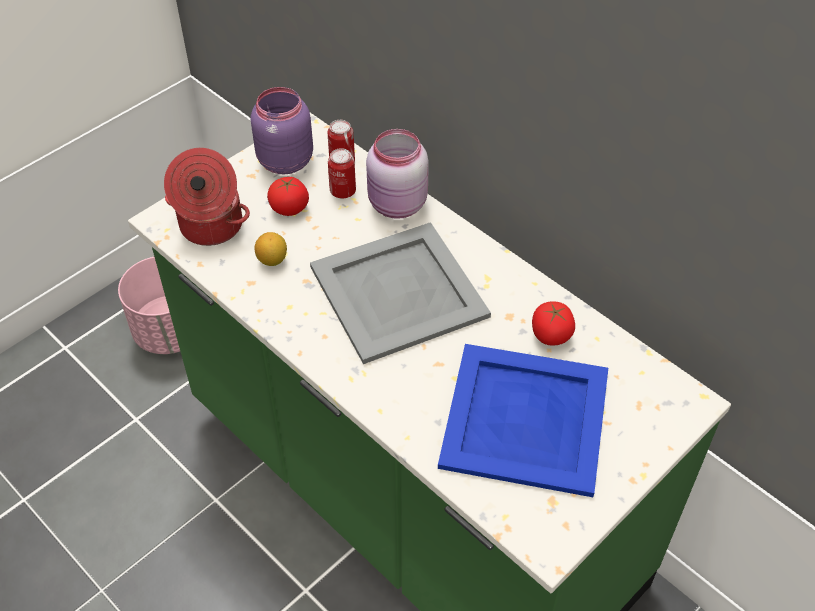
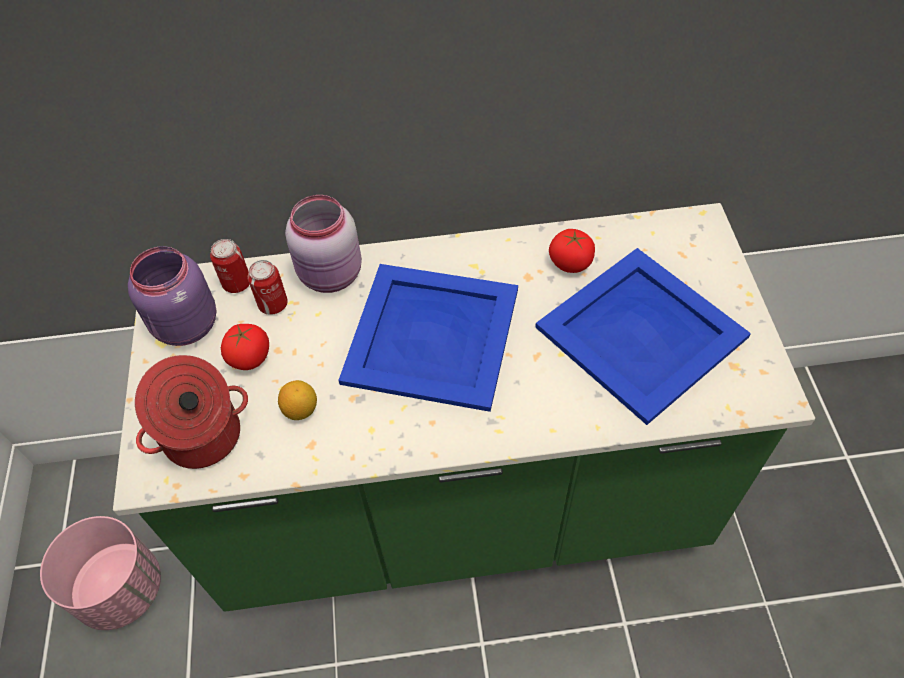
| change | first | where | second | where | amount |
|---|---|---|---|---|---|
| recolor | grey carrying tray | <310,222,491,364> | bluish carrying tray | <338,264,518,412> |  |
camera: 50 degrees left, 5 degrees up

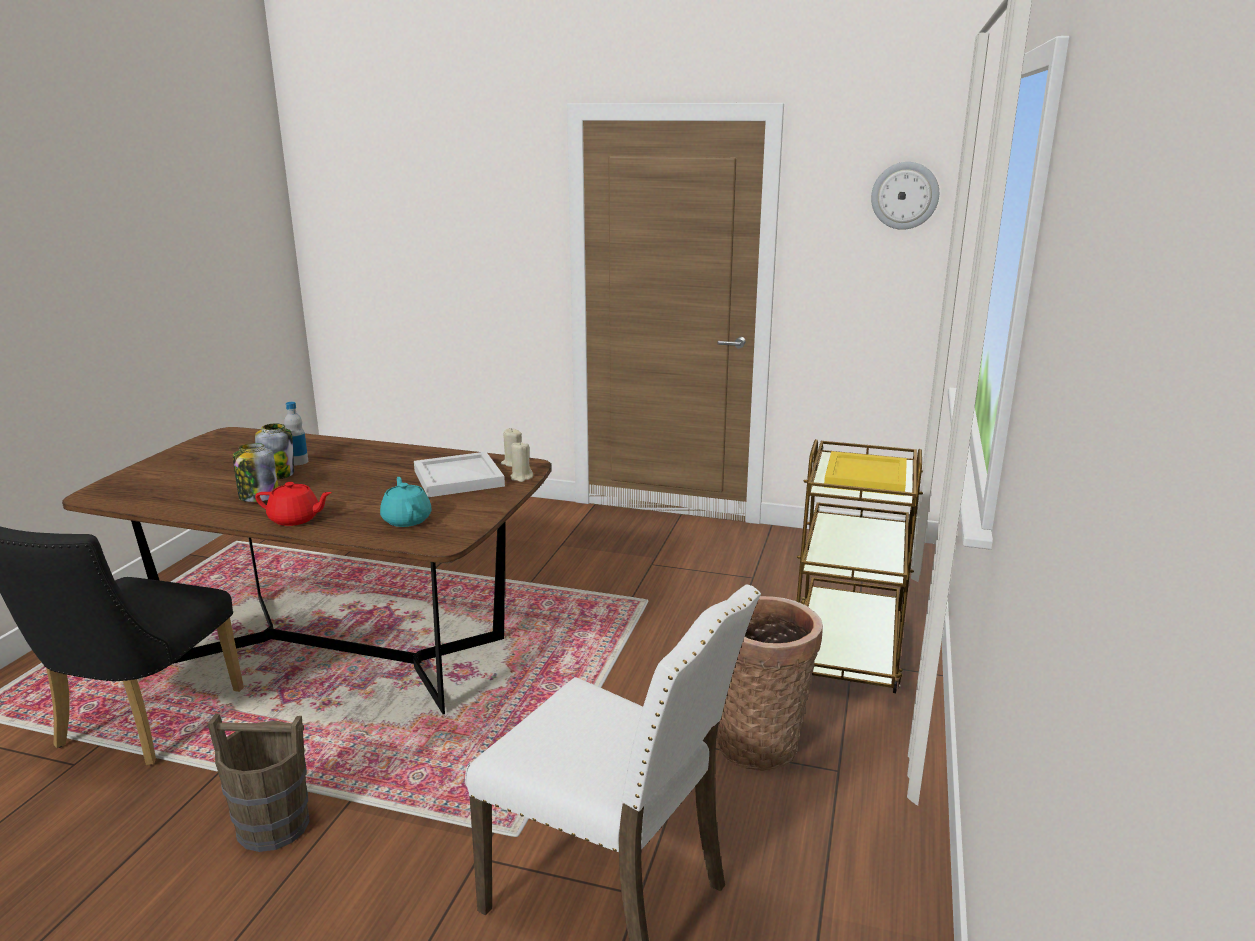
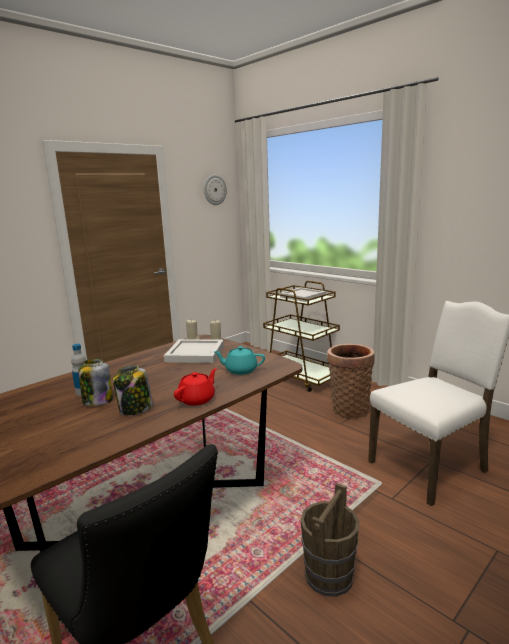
| change | first | where | second | where | amount |
|---|---|---|---|---|---|
| recolor | yellow-coloured carrying tray | <824,451,907,496> | white carrying tray | <280,287,326,302> |  |
camera: 60 degrees left, 5 degrees down

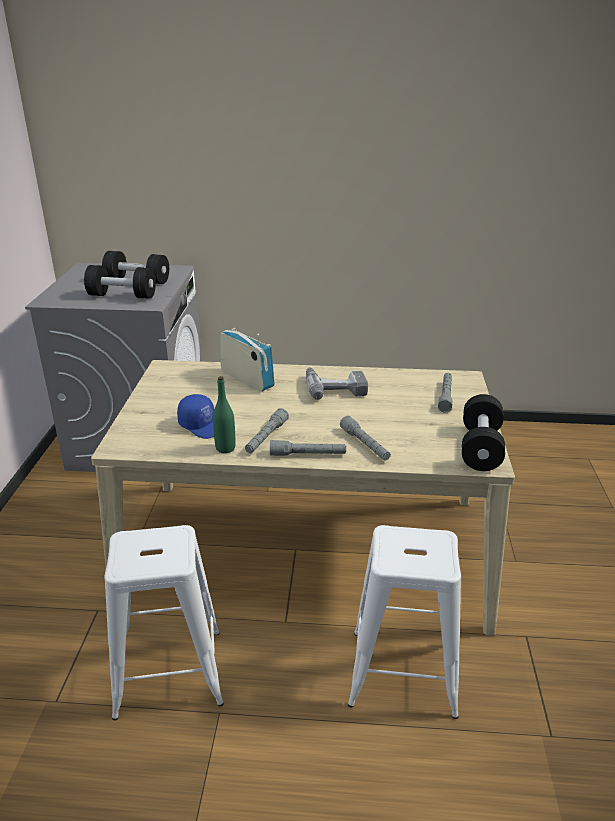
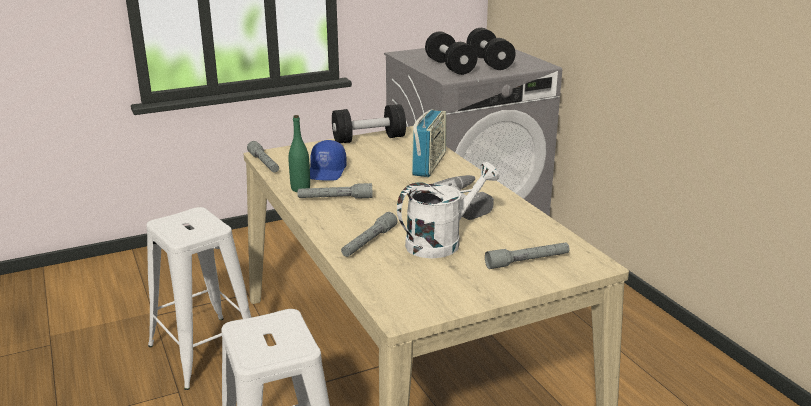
| change | first | where | second | where | amount |
|---|---|---|---|---|---|
| move | grey hand torch | <270,440,346,456> |  | <247,141,279,172> |  |
| move | black hand weight | <462,394,505,471> |  | <332,104,406,143> |  |
| insert |  |  | white watering pot | <397,162,499,258> |  |
camera: 60 degrees right, 5 degrees down

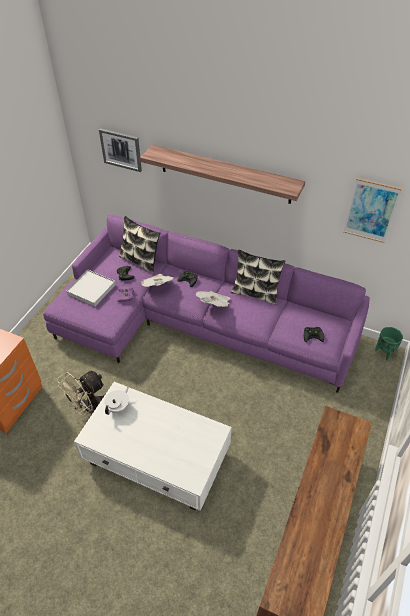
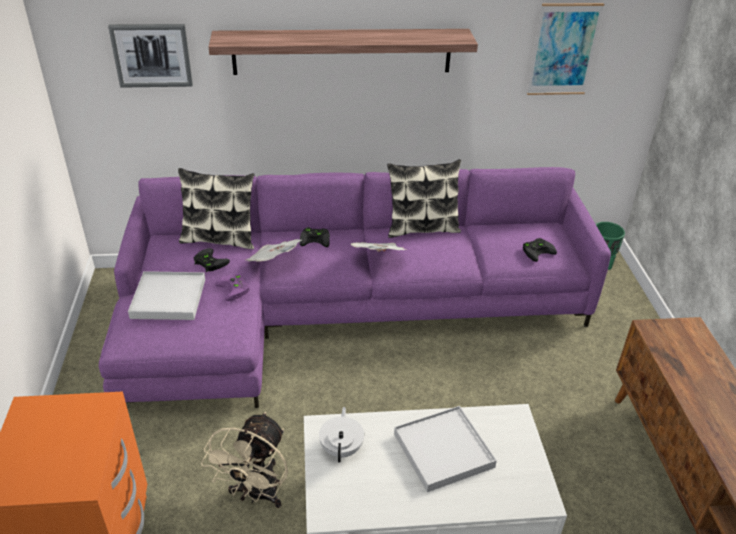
| change | first | where | second | where | amount |
|---|---|---|---|---|---|
| insert |  |  | white carrying tray | <394,406,497,492> |  |
camera: 30 degrees left, 10 degrees down

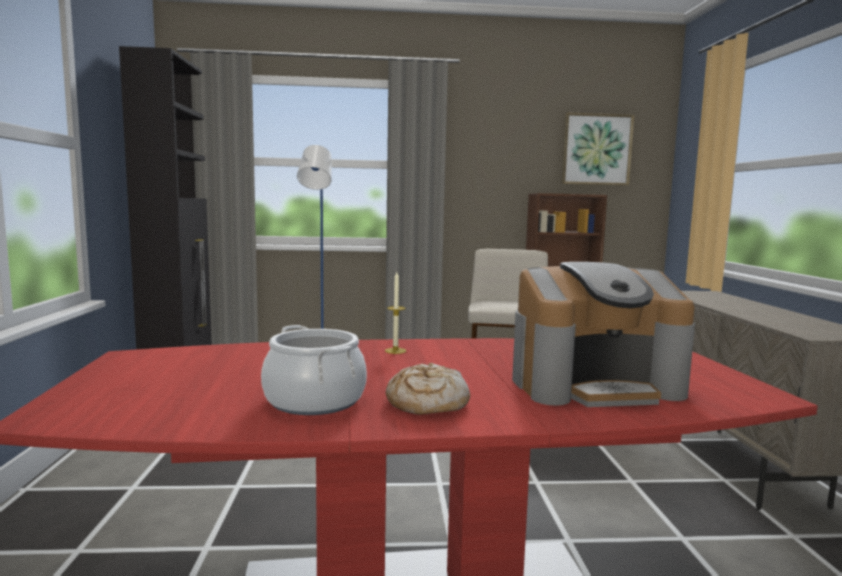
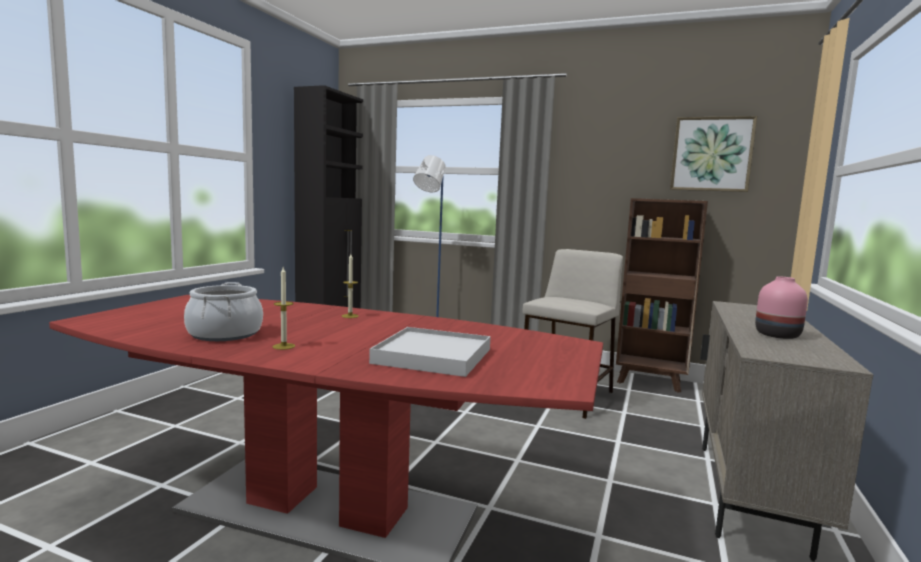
| change | first | where | second | where | amount |
|---|---|---|---|---|---|
| replace | bread | <386,363,470,415> | wax light | <273,267,295,350> |  |
| replace | coffee maker | <512,262,695,407> | white carrying tray | <369,327,491,377> |  |
| insert |  |  | pink-coloured flower vase | <755,276,808,339> |  |
camera: 25 degrees right, 0 degrees up

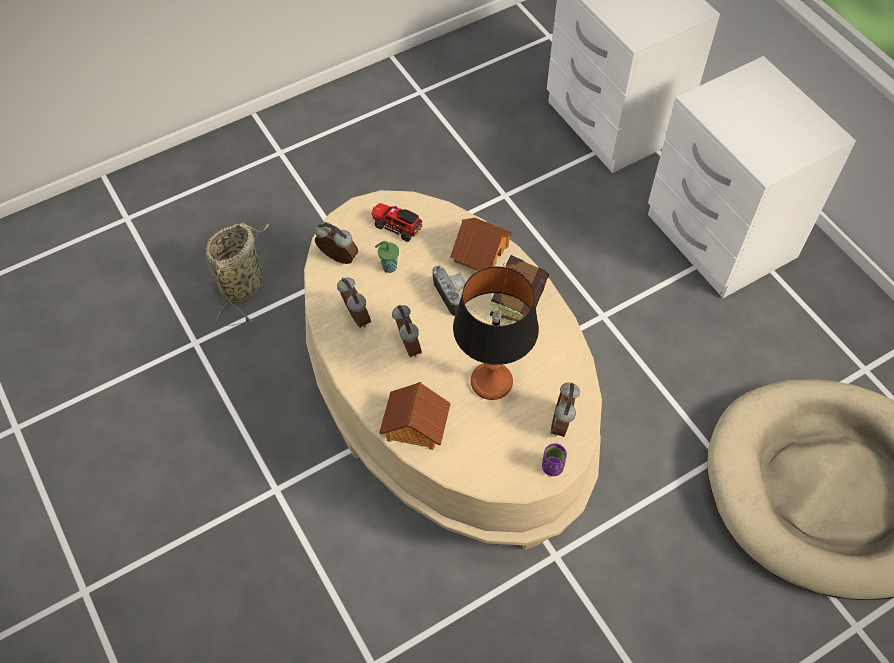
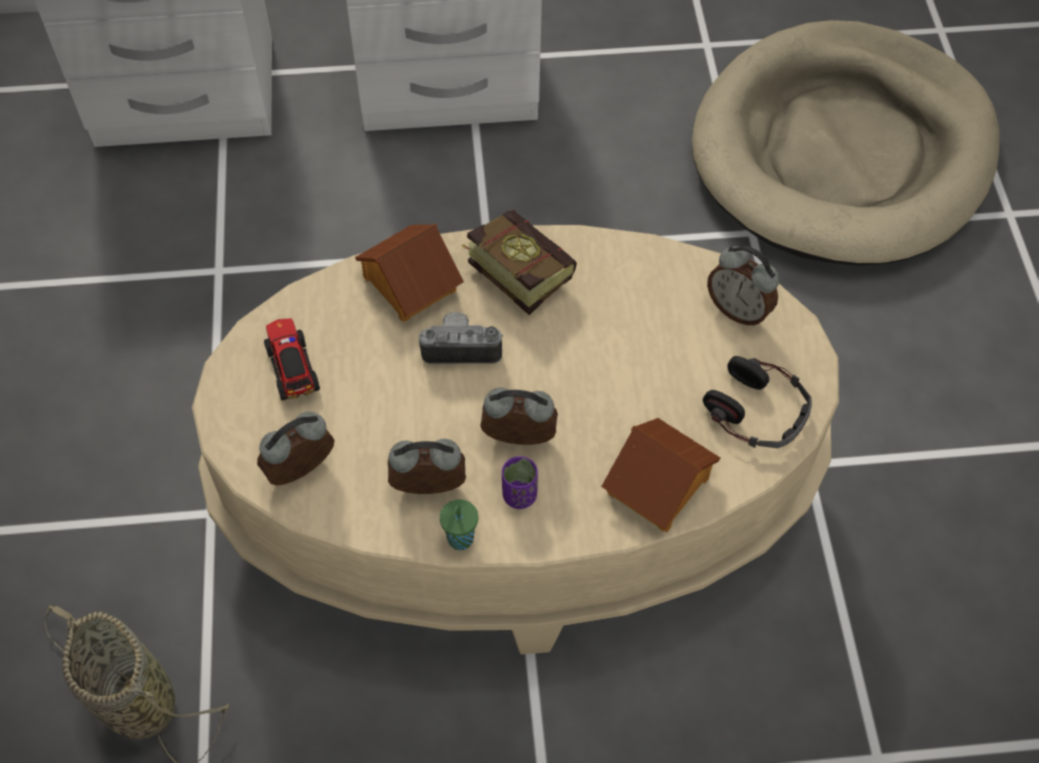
| change | first | where | second | where | amount |
|---|---|---|---|---|---|
| rotate | model truck | <371,203,423,242> |  | <264,319,320,401> | 105 degrees clockwise |
| move | green small cup | <375,241,399,273> |  | <440,499,478,550> |  |
| move | purplish small cup | <542,443,567,476> |  | <502,456,538,509> |  |
| insert |  |  | pair of headphones | <703,356,812,448> |  |
| delete | tabletop lamp | <453,266,539,400> |  |  |  |
camera: 65 degrees left, 0 degrees up

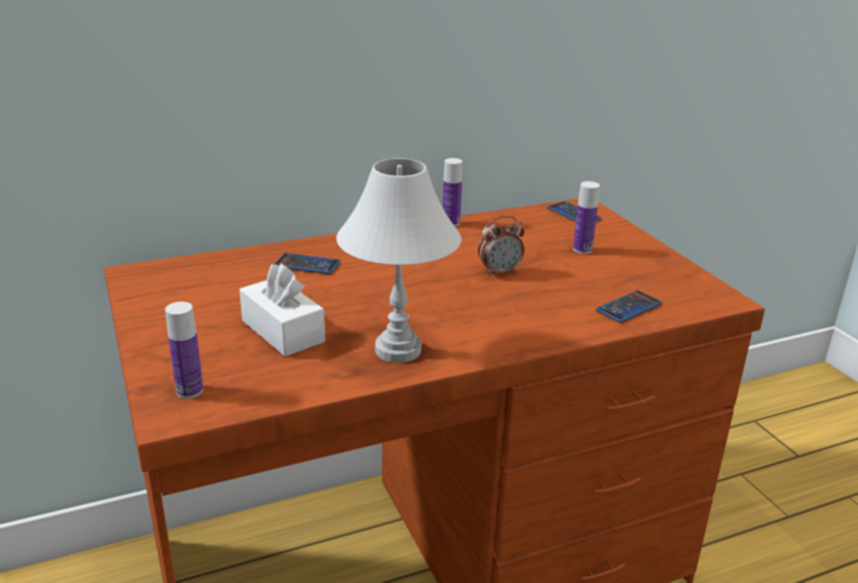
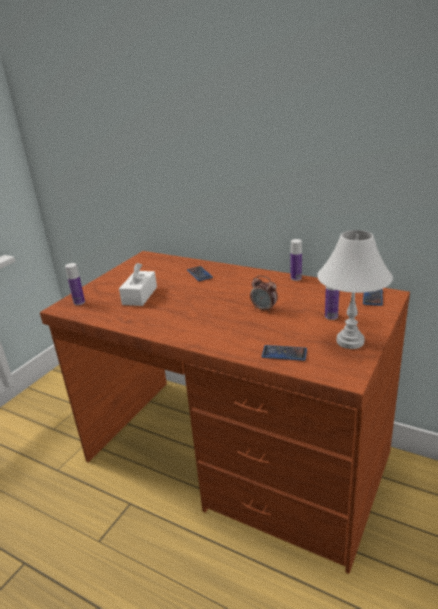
| change | first | where | second | where | amount |
|---|---|---|---|---|---|
| move | white tabletop lamp | <336,158,461,363> |  | <317,230,393,349> |  |
camera: 55 degrees right, 0 degrees up

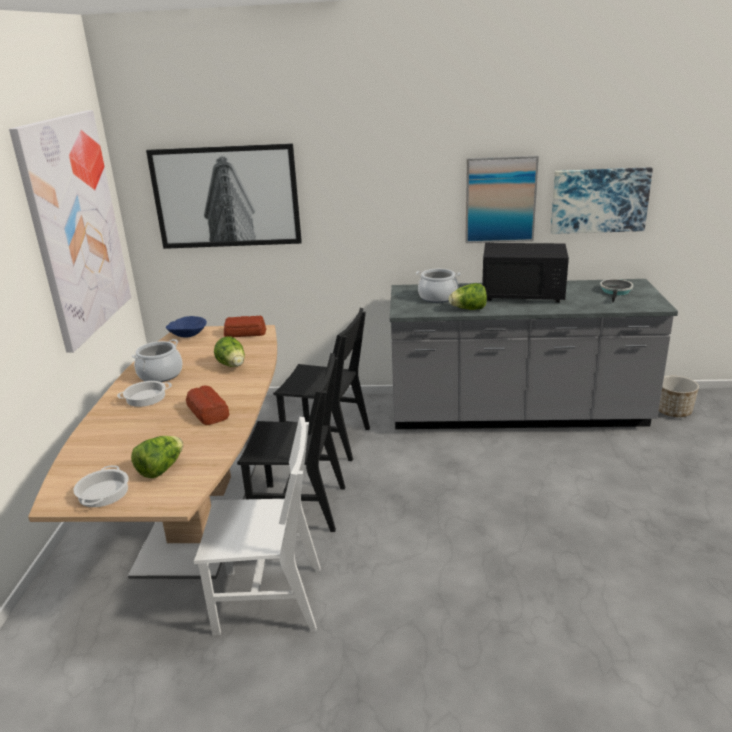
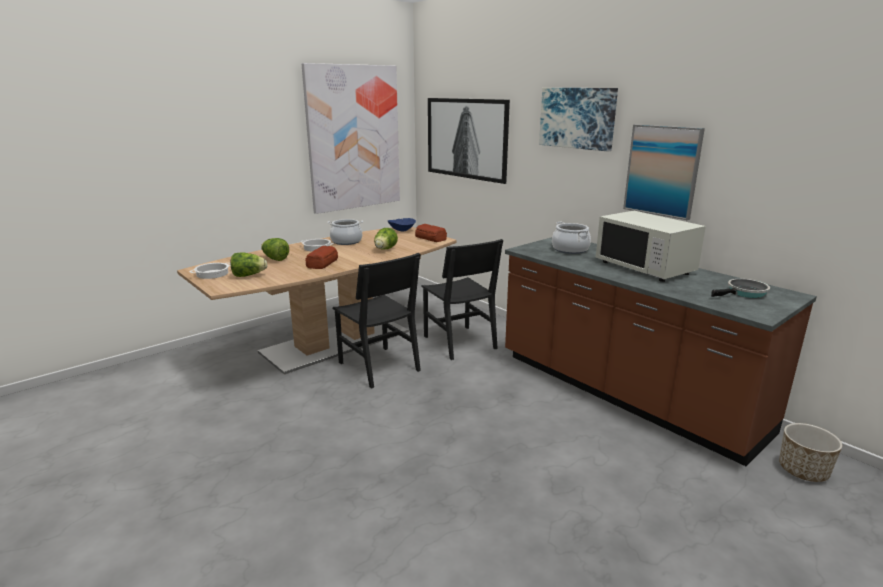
| change | first | where | second | where | amount |
|---|---|---|---|---|---|
| move | lettuce | <449,283,487,310> |  | <261,238,289,261> |  |
| recolor | grey kitchen counter | <390,279,678,429> | brownish kitchen counter | <505,237,817,466> |  |
| move | wall art | <550,167,653,234> |  | <539,88,618,152> |  |
| recolor | black microwave oven | <482,243,569,302> | white microwave oven | <596,211,706,282> |  |
| delete | white plain chair | <194,417,321,635> |  |  |  |
camera: 45 degrees right, 5 degrees down

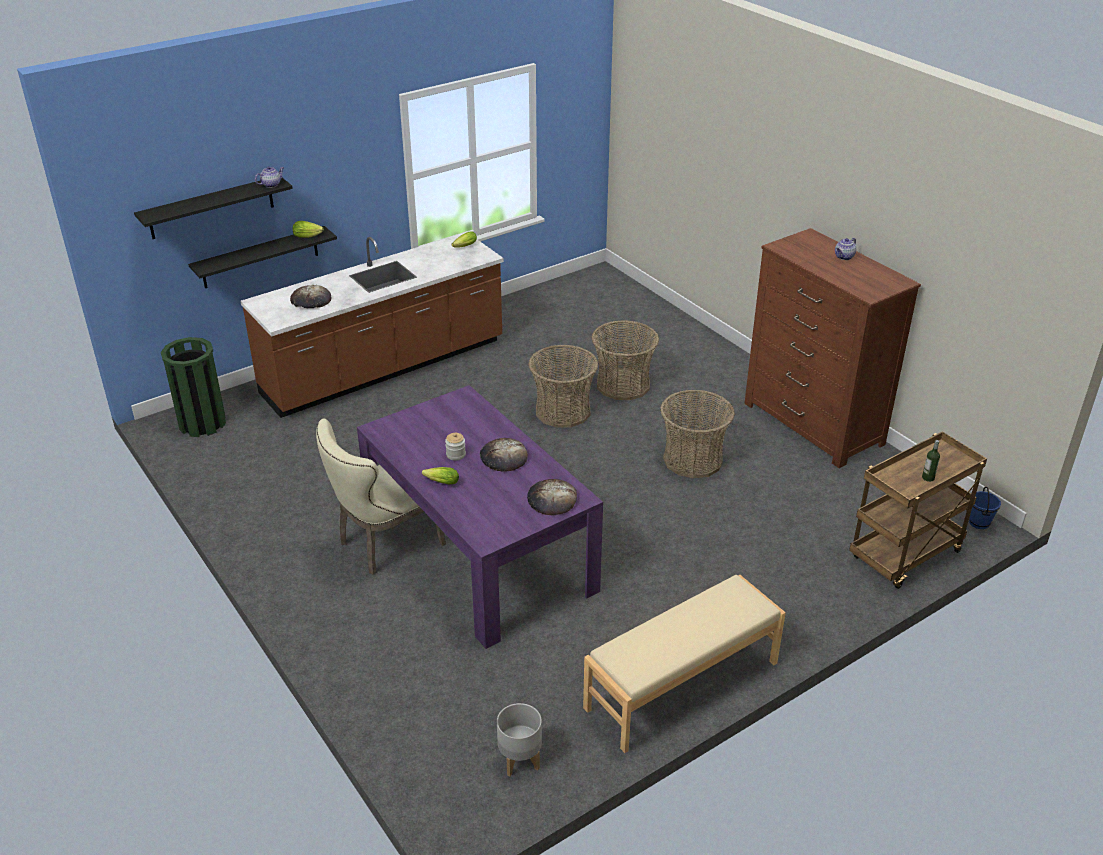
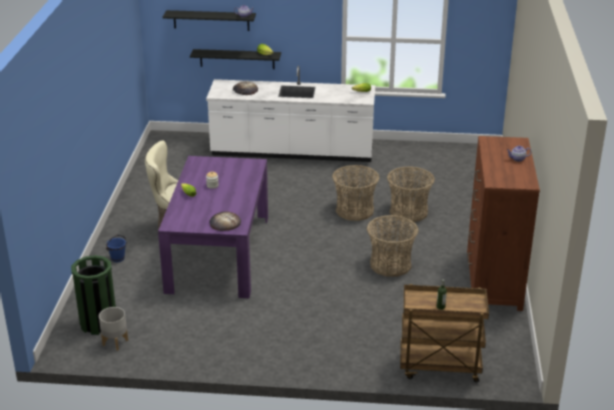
| change | first | where | second | where | amount |
|---|---|---|---|---|---|
| move | green trash can | <161,337,226,437> |  | <71,255,116,335> |  |
| move | bluish bucket | <969,487,1001,529> |  | <106,235,127,262> |  |
| recolor | brownish kitchen counter | <240,233,504,418> | white kitchen counter | <206,66,375,162> |  |
| delete | bread | <480,438,528,472> |  |  |  |
| delete | beige-coloured indoor bench | <583,575,786,753> |  |  |  |
camera: 40 degrees right, 5 degrees down

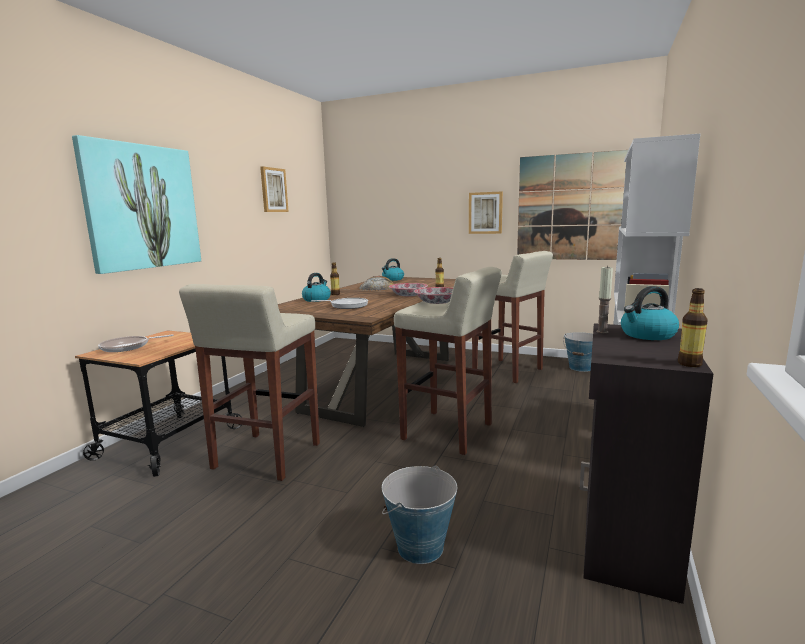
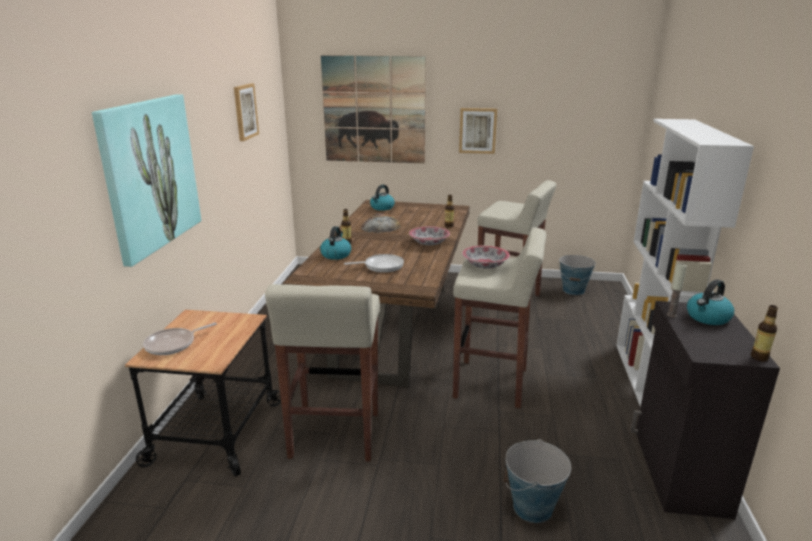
| change | first | where | second | where | amount |
|---|---|---|---|---|---|
| move | wall art | <517,150,628,260> |  | <321,55,426,163> |  |
camera: 15 degrees left, 10 degrees up

